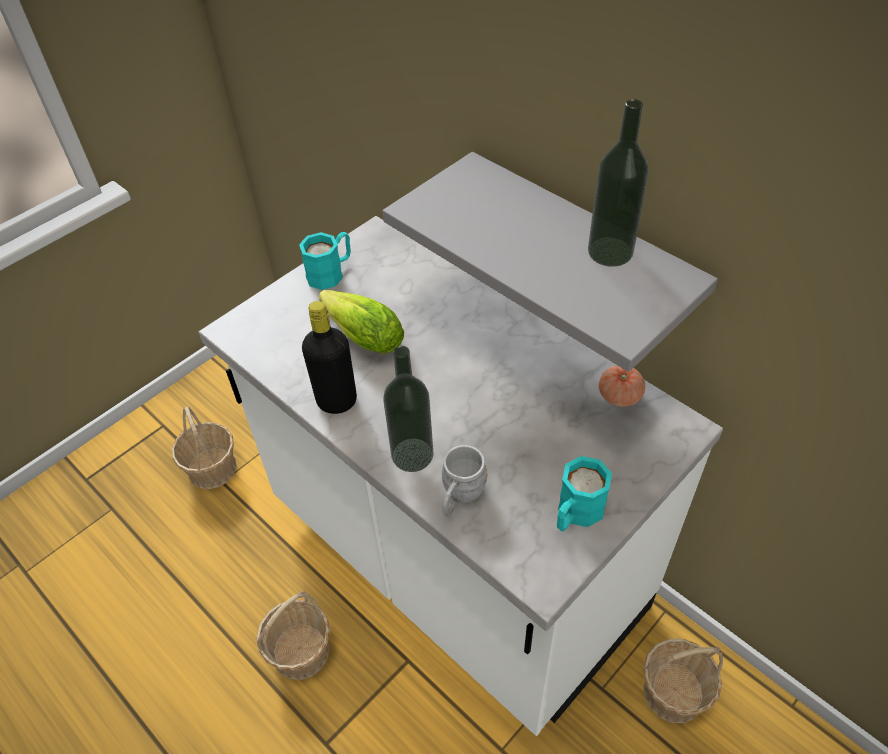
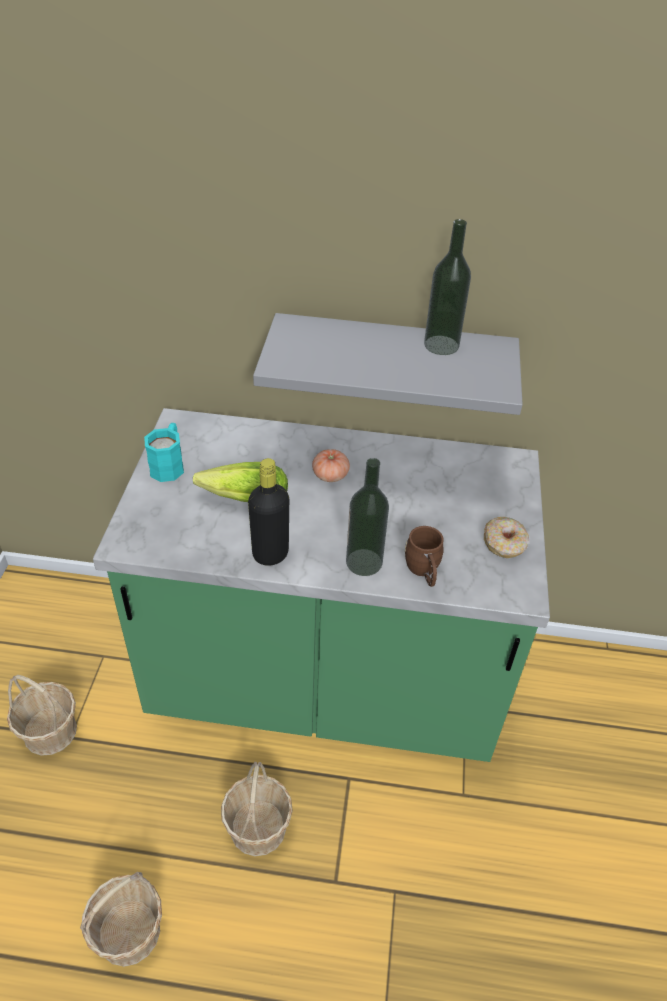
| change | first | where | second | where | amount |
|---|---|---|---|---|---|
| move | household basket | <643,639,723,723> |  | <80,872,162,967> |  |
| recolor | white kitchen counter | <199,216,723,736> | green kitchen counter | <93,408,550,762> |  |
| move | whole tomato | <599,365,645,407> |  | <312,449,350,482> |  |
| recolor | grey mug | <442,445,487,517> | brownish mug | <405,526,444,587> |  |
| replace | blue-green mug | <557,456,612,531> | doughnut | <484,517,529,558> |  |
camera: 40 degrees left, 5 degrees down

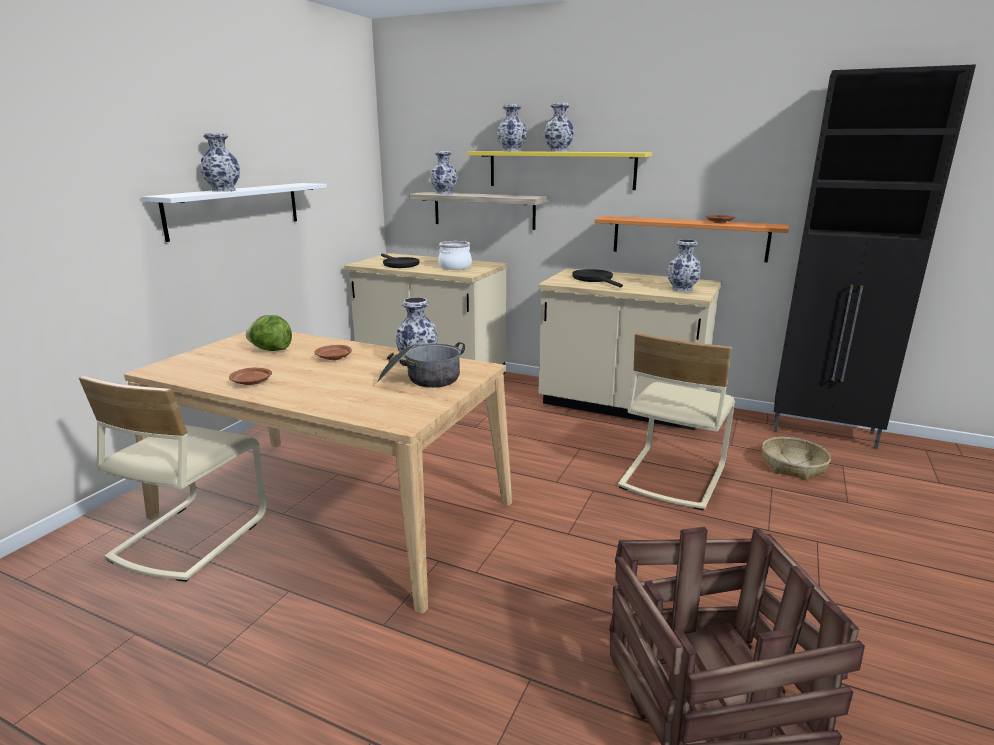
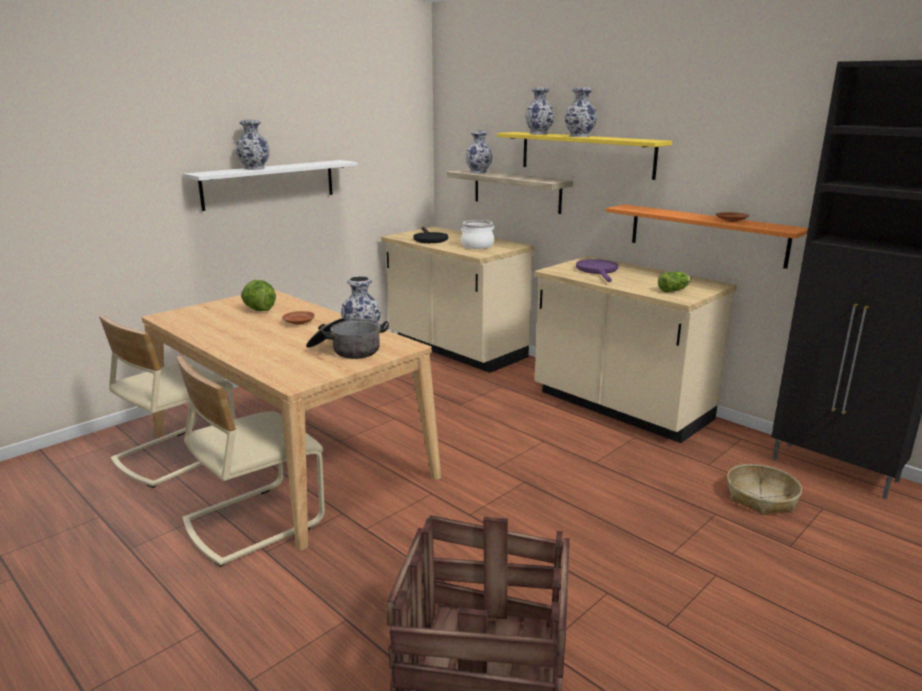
| change | first | where | second | where | amount |
|---|---|---|---|---|---|
| move | beige-coloured plain chair | <618,333,735,510> |  | <176,356,325,567> |  |
| recolor | black pan | <572,269,623,288> | purplish pan | <576,259,618,282> |  |
| replace | flower vase | <667,239,701,292> | lettuce | <658,272,691,292> |  |
| delete | brownish dinner plate | <229,368,272,385> |  |  |  |
camera: 20 degrees right, 0 degrees up

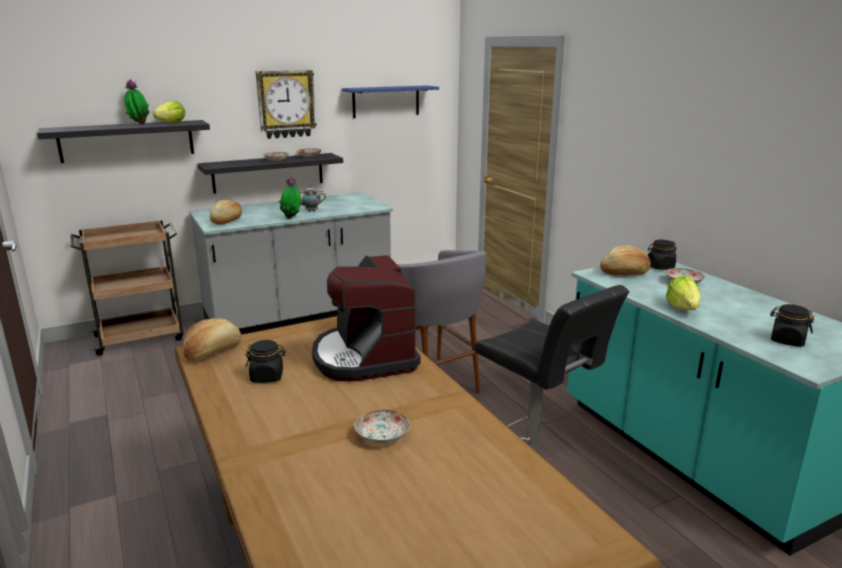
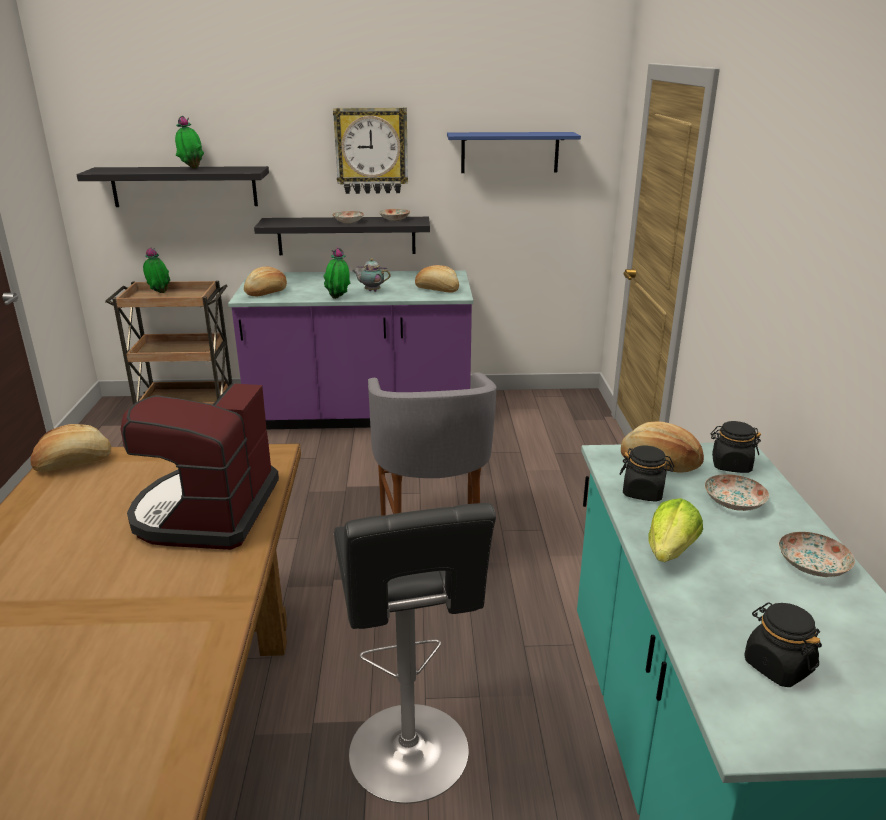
| change | first | where | second | where | amount |
|---|---|---|---|---|---|
| insert |  |  | houseplant | <143,247,170,293> |  |
| recolor | grey kitchen counter | <189,192,393,335> | purplish kitchen counter | <228,270,473,429> |  |
| insert |  |  | bread | <415,265,459,293> |  |
| move | black preserve jar | <246,340,286,383> |  | <619,445,674,502> |  |
| move | dinner plate | <354,410,410,444> |  | <778,532,855,577> |  |
| delete | lettuce | <153,101,185,122> |  |  |  |
camera: 25 degrees right, 5 degrees up

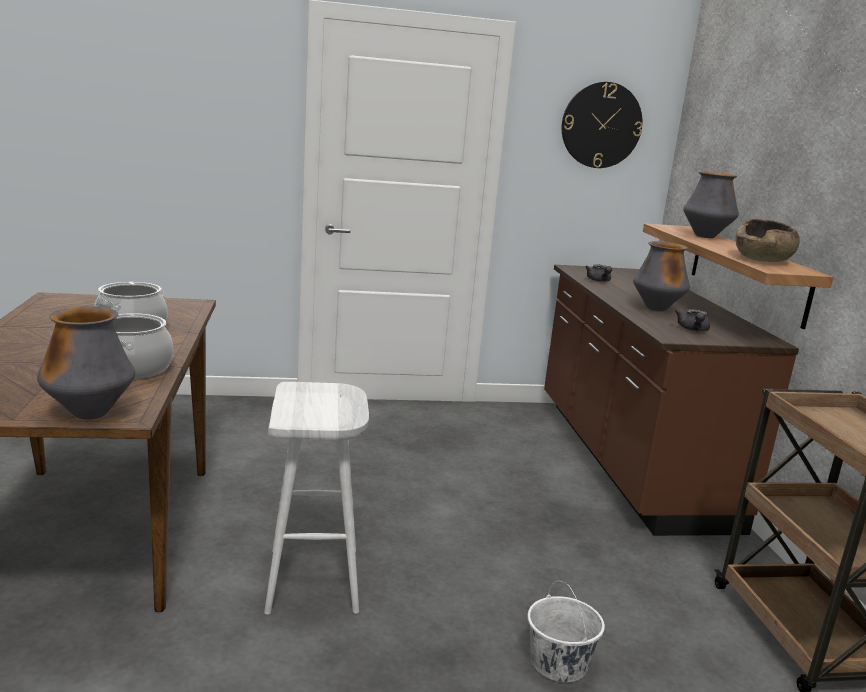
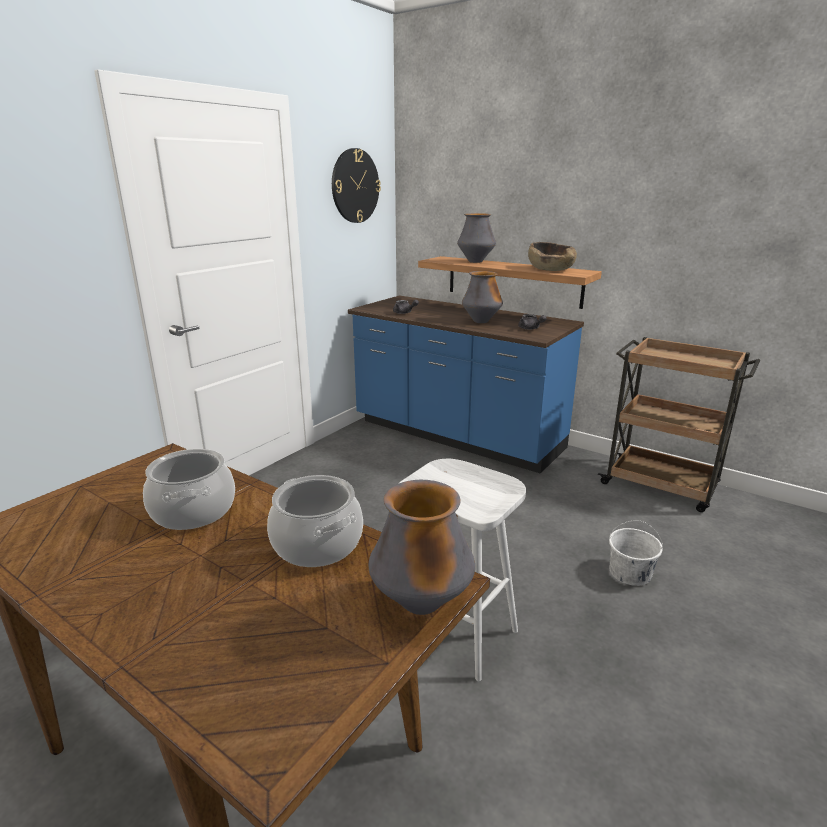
| change | first | where | second | where | amount |
|---|---|---|---|---|---|
| recolor | brownish kitchen counter | <544,265,799,536> | bluish kitchen counter | <348,295,584,474> |  |
camera: 45 degrees left, 5 degrees up

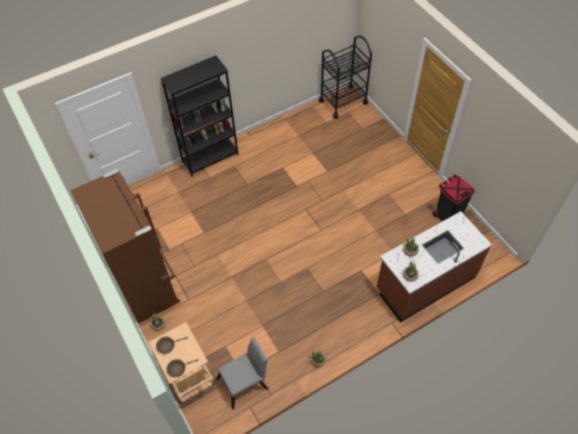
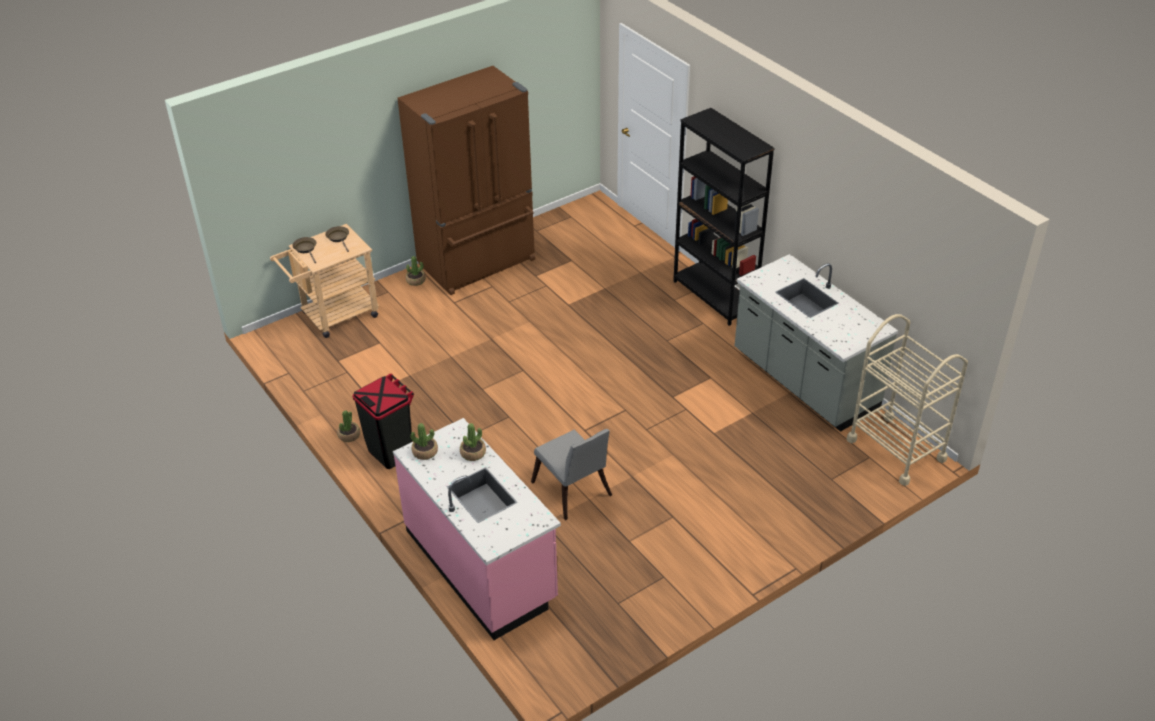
| change | first | where | second | where | amount |
|---|---|---|---|---|---|
| move | black trash can | <433,174,475,221> |  | <352,373,414,469> |  |
| recolor | brownish kitchen counter | <377,211,492,322> | pink-coloured kitchen counter | <393,418,561,640> |  |
| move | grey plain chair | <216,336,268,409> |  | <531,429,612,520> |  |
| insert |  |  | grey kitchen counter | <735,254,898,432> |  |
| recolor | black trolley | <319,36,372,119> | beige-coloured trolley | <847,314,968,486> |  |
camera: 85 degrees right, 15 degrees down

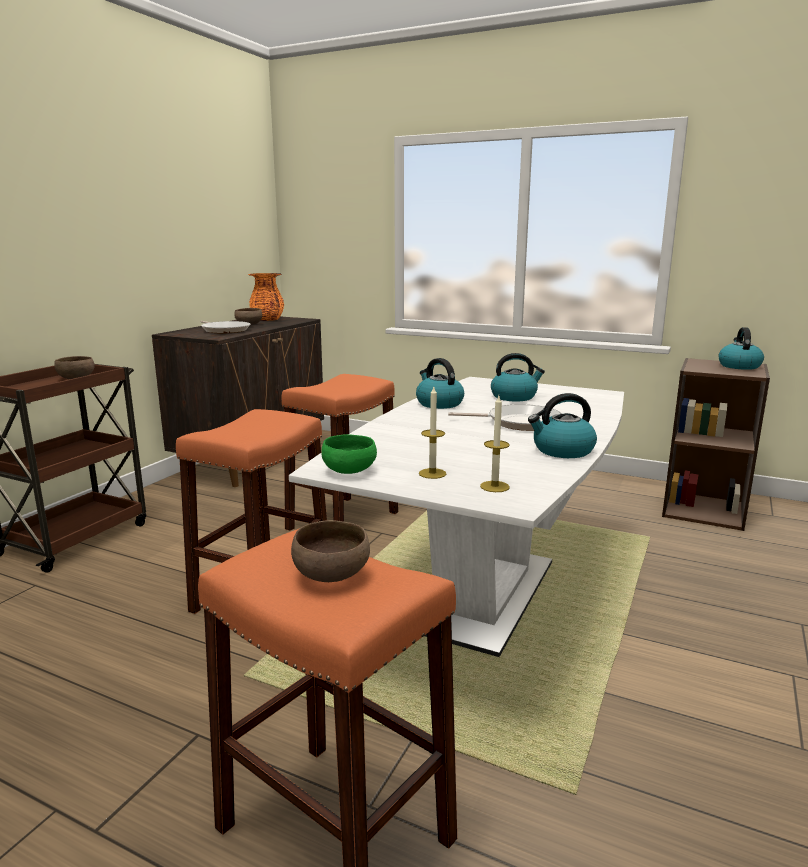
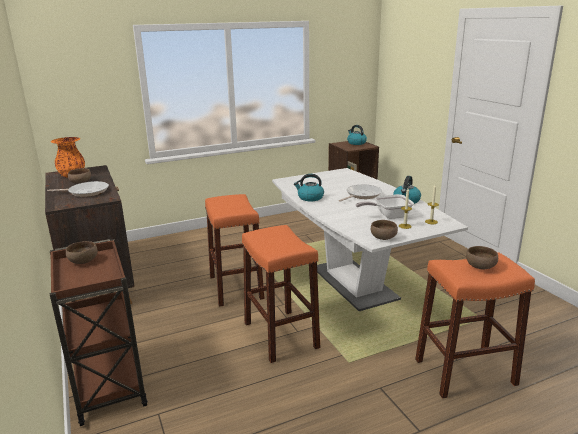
| change | first | where | second | where | amount |
|---|---|---|---|---|---|
| insert |  |  | pan | <356,194,414,219> |  |
| recolor | green serving bowl | <321,434,377,474> | brownish serving bowl | <371,220,398,240> |  |
| delete | tea kettle | <491,353,545,402> |  |  |  |
camera: 50 degrees left, 5 degrees up

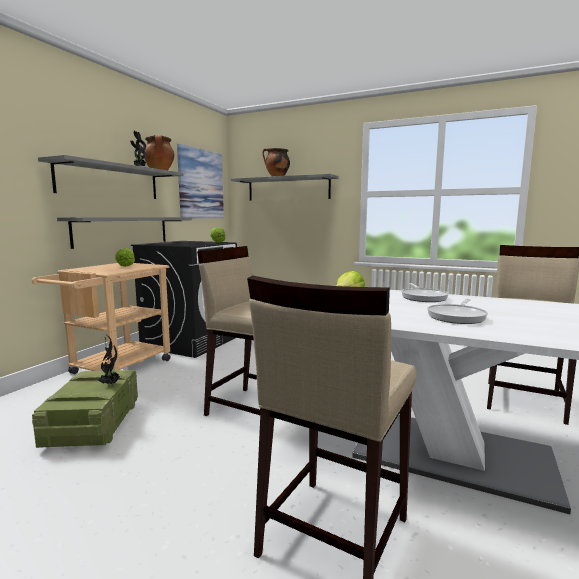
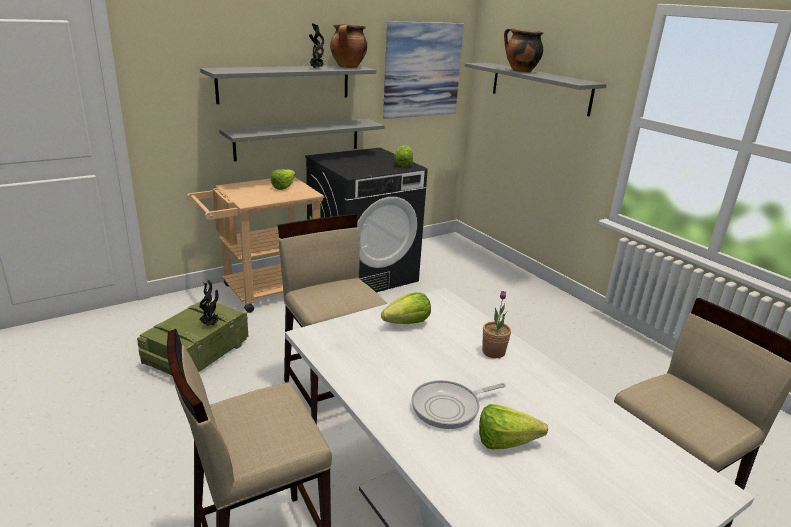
| change | first | where | second | where | amount |
|---|---|---|---|---|---|
| insert |  |  | lettuce | <479,404,548,449> |  |
| replace | pan | <401,283,449,302> | houseplant | <482,291,511,358> |  |
camera: 30 degrees right, 15 degrees up

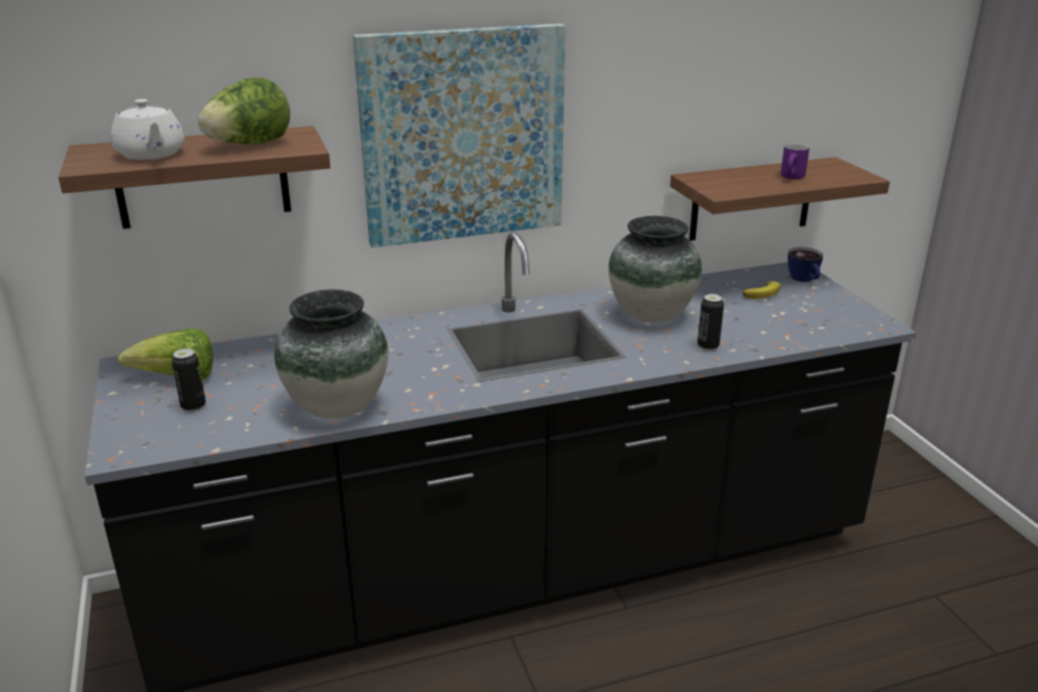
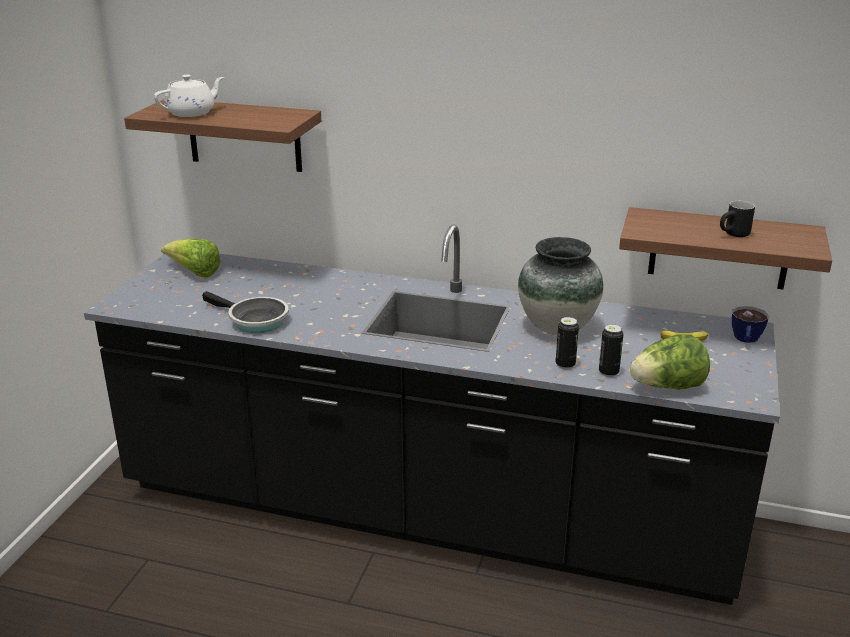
| change | first | where | second | where | amount |
|---|---|---|---|---|---|
| rotate | white tea pot | <111,99,185,160> |  | <154,75,224,117> | 135 degrees counterclockwise |
| replace | flower vase | <274,289,388,419> | pan | <202,291,289,333> |  |
| move | metal can | <172,348,206,412> |  | <599,324,624,377> |  |
| move | lettuce | <198,78,290,144> |  | <630,334,710,390> |  |
| recolor | purplish mug | <781,143,809,179> | black mug | <720,201,755,237> |  |
| delete | wall art | <353,24,566,248> |  |  |  |
camera: 35 degrees right, 0 degrees up

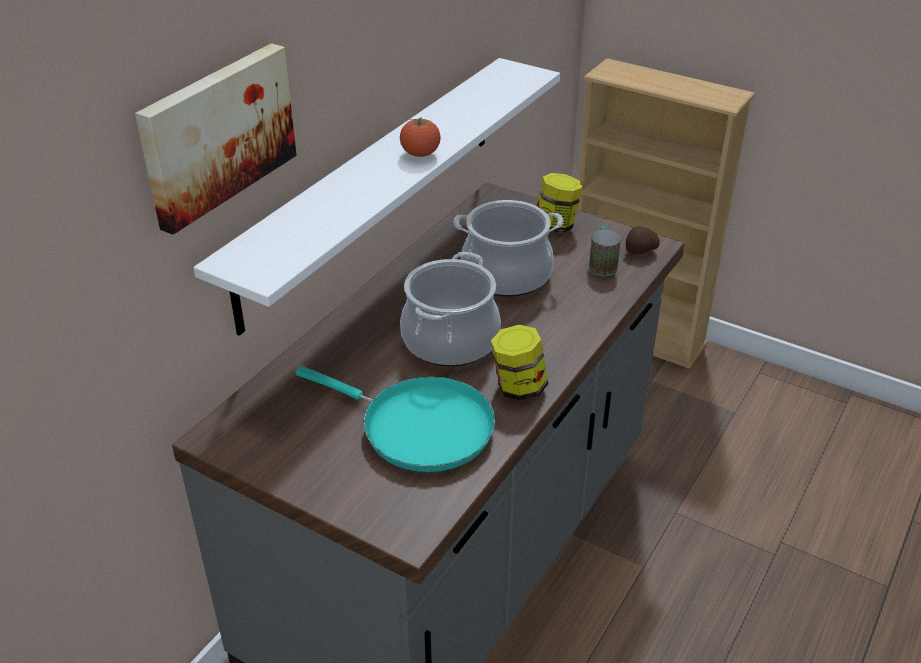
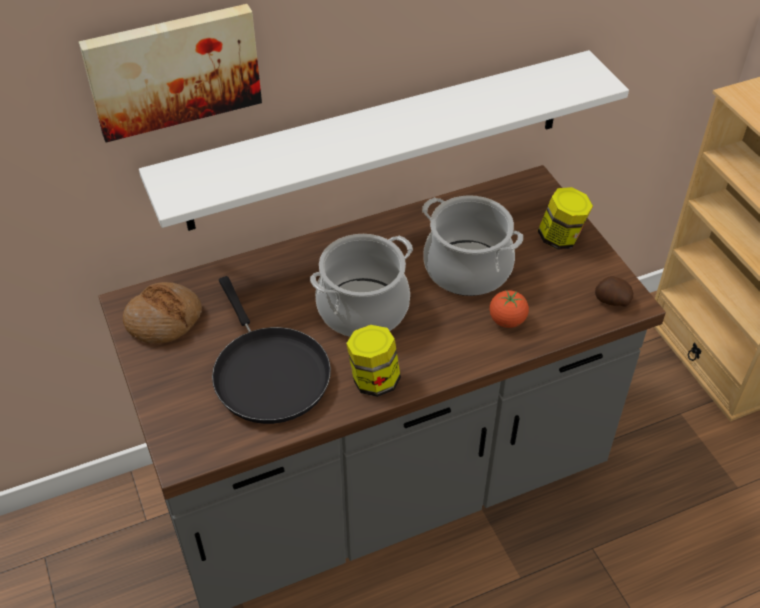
| change | first | where | second | where | amount |
|---|---|---|---|---|---|
| insert |  |  | bread | <123,282,202,344> |  |
| recolor | blue-green pan | <296,366,495,472> | black pan | <212,276,331,424> |  |
| move | whole tomato | <400,117,441,157> |  | <489,290,529,328> |  |
| delete | mug | <589,226,621,277> |  |  |  |
camera: 35 degrees right, 10 degrees up

